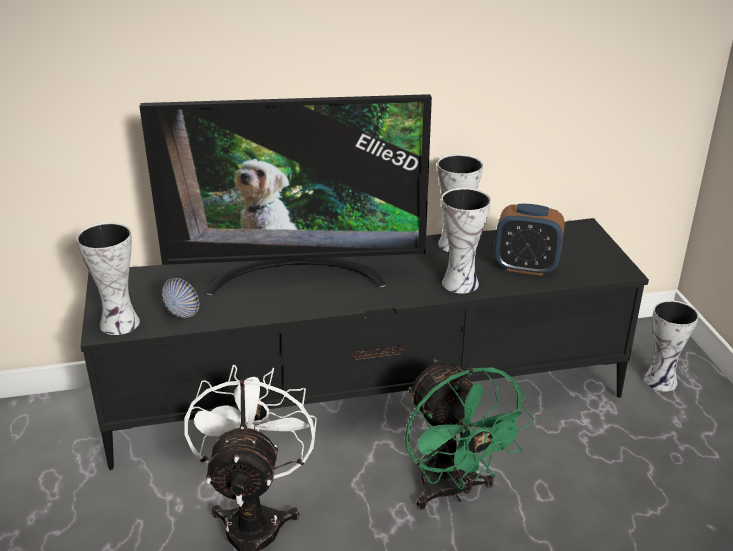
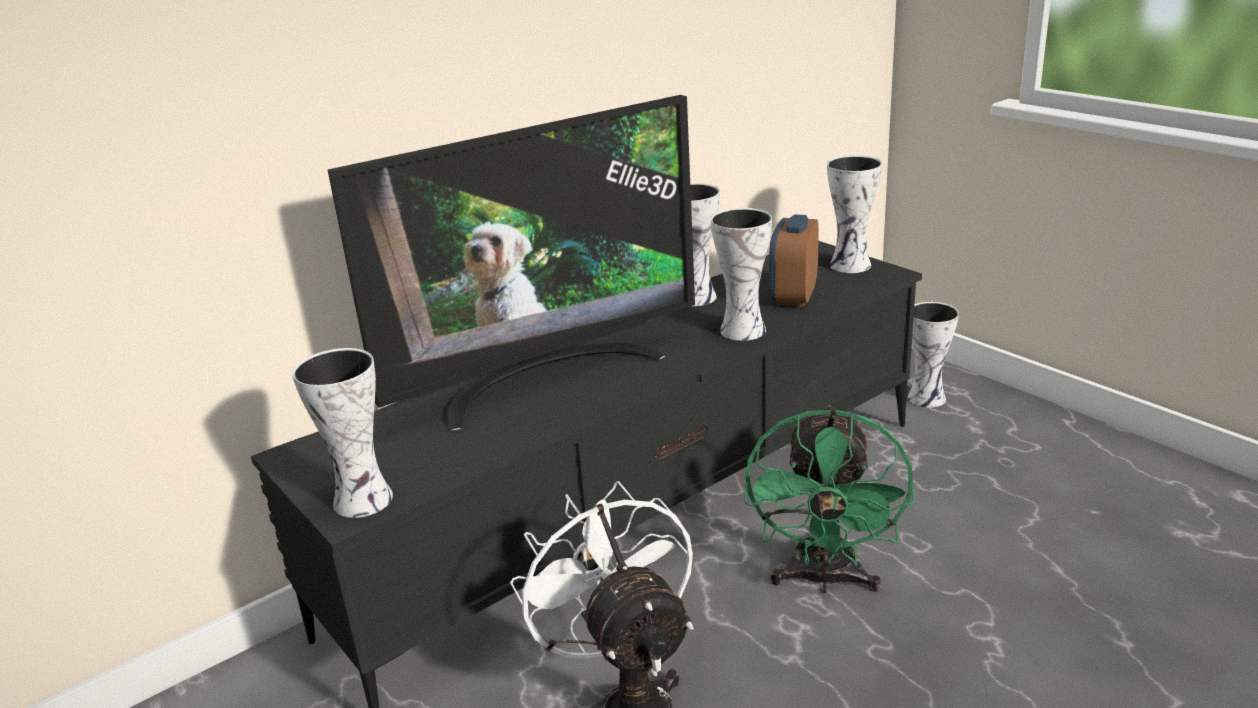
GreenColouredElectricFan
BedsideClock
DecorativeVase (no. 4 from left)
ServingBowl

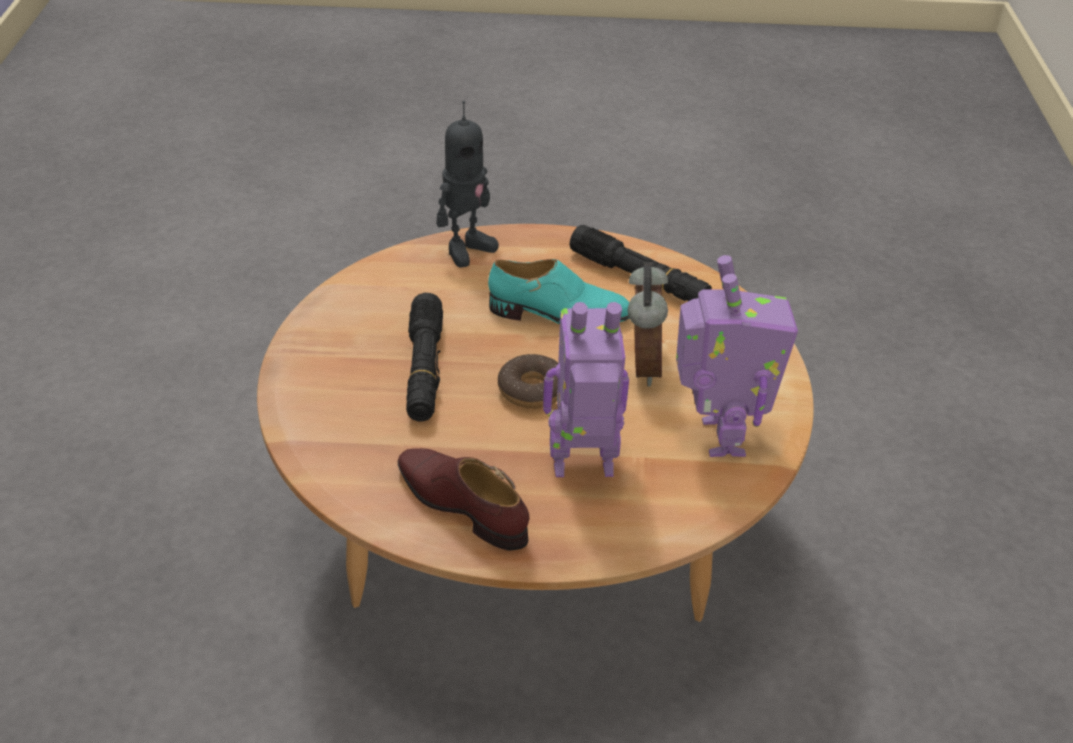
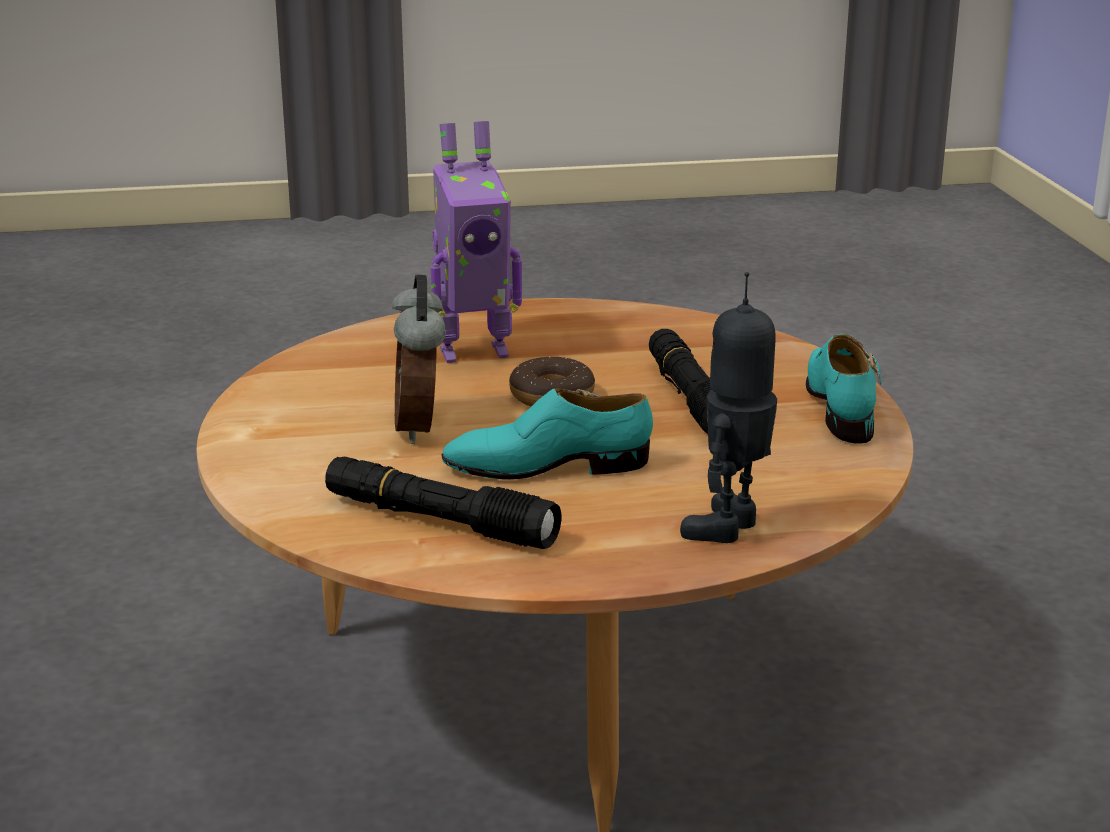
TurquoiseLowShoe (no. 2 from left)
BrownishLowShoe
RobotFigure (no. 3 from left in the first image)

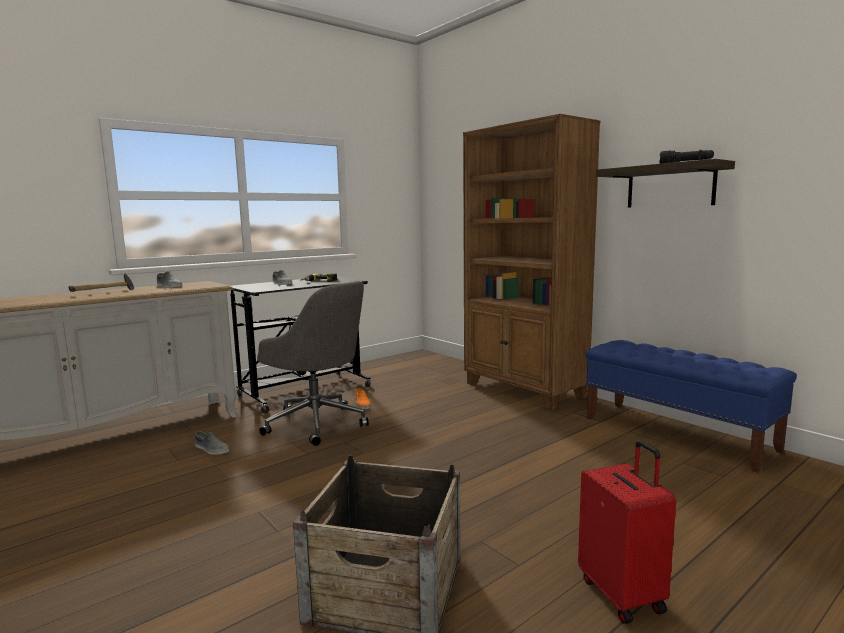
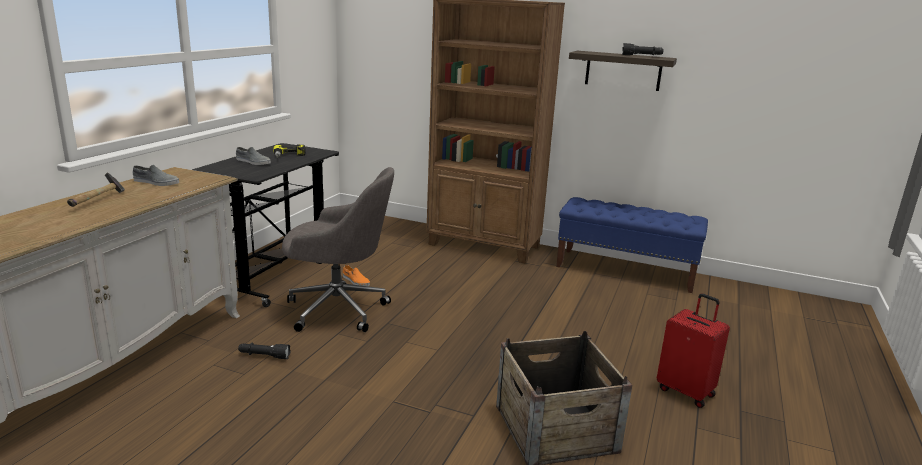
BlackColouredFlashlight (no. 1 from left)

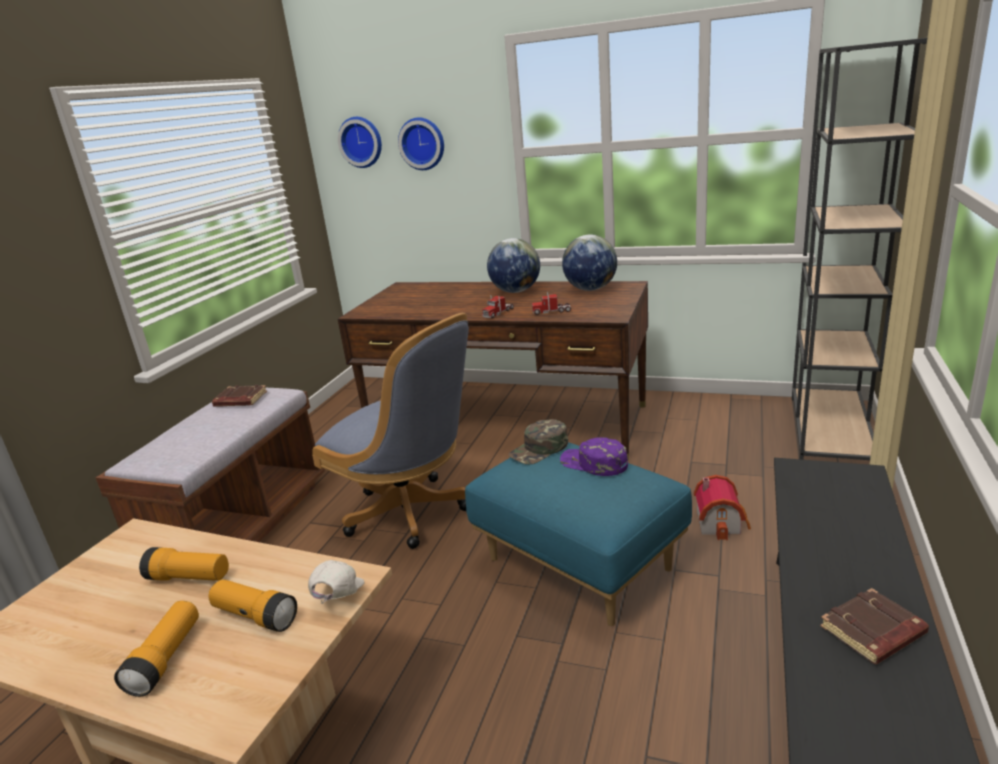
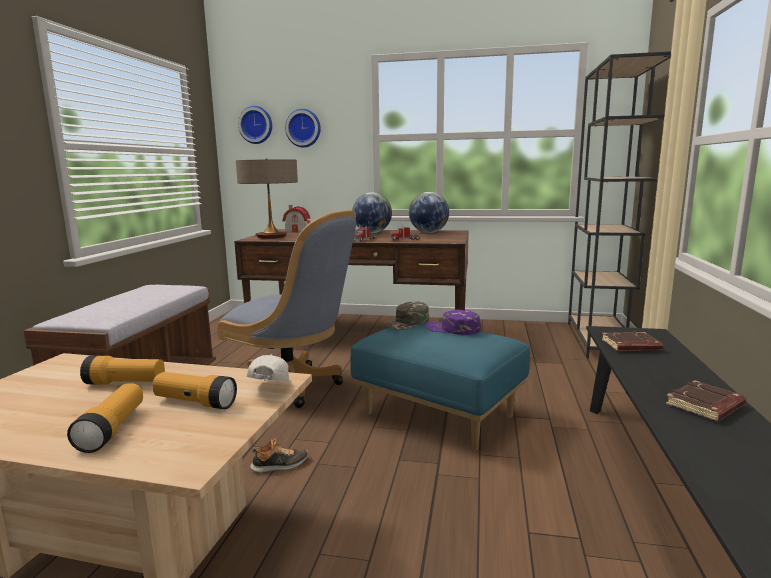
TableLamp
LowShoe
ToyHouse
BrownishVolume (no. 1 from left)

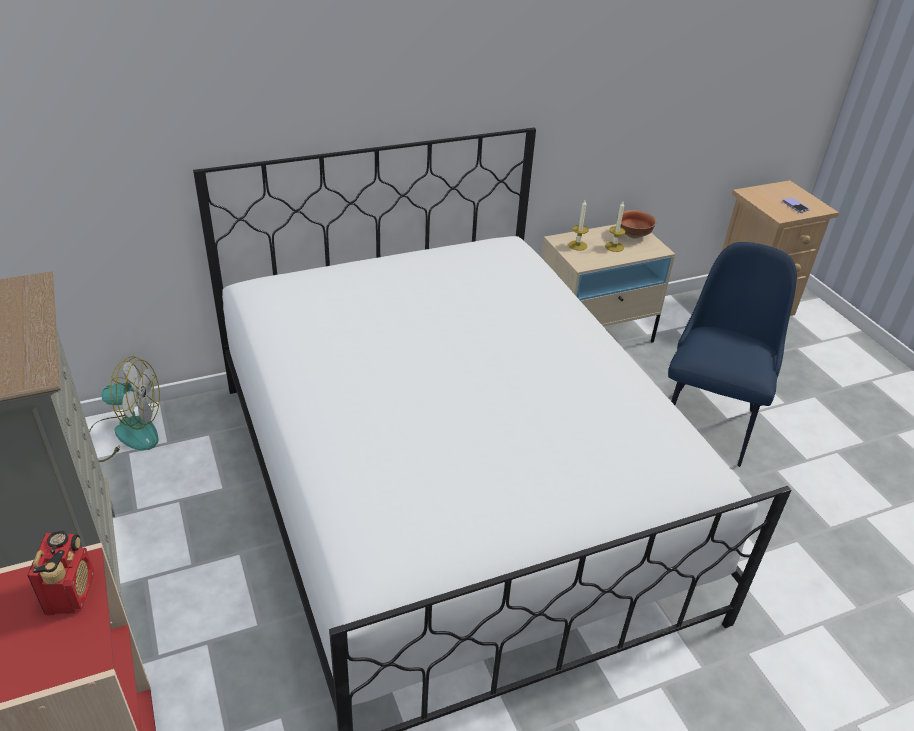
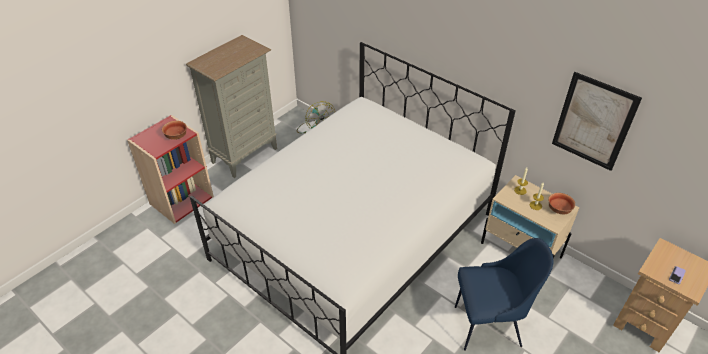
ServingBowl (no. 1 from left)
Picture

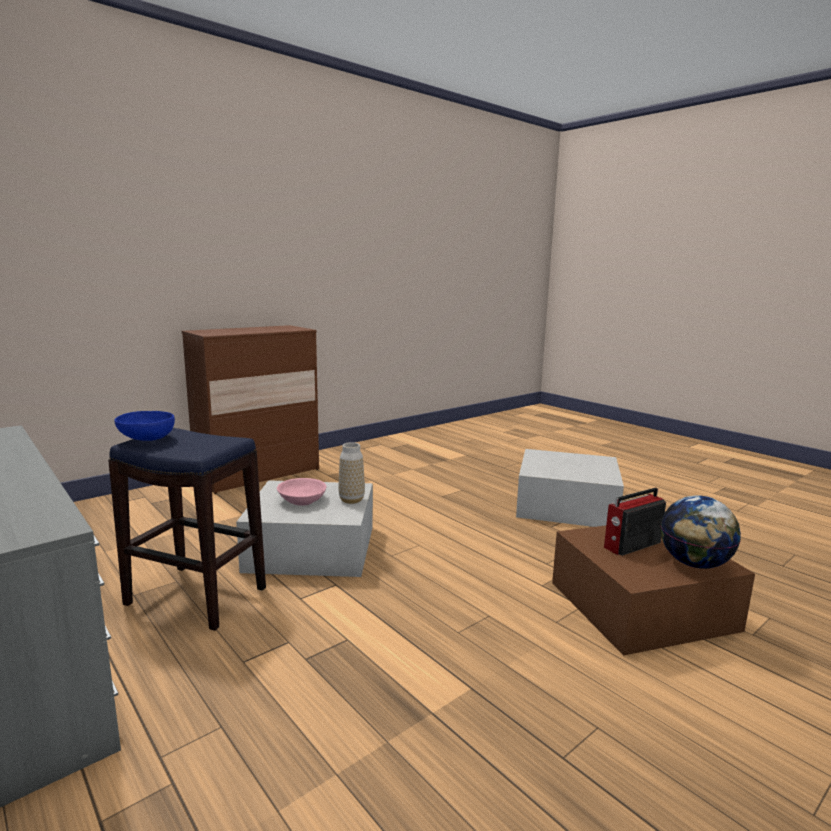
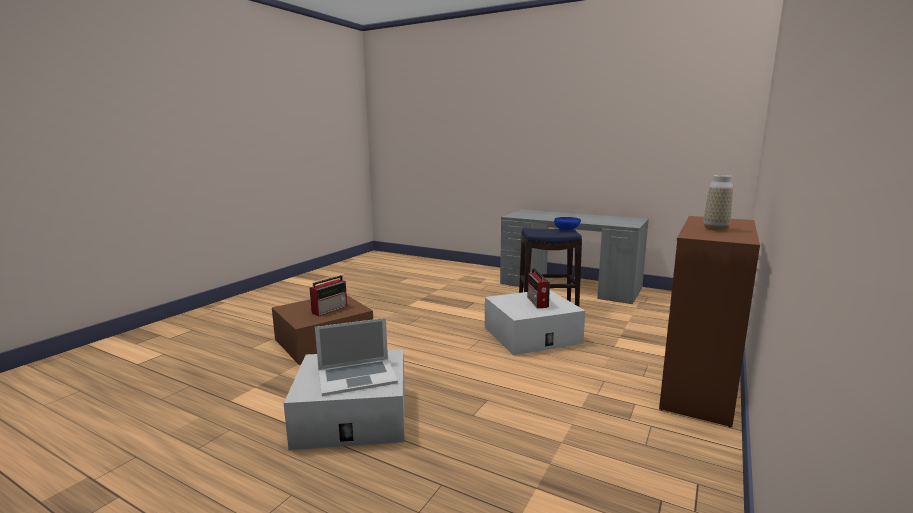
PortableComputer
RadioSet (no. 2 from left)
DecorativeVase
Globe

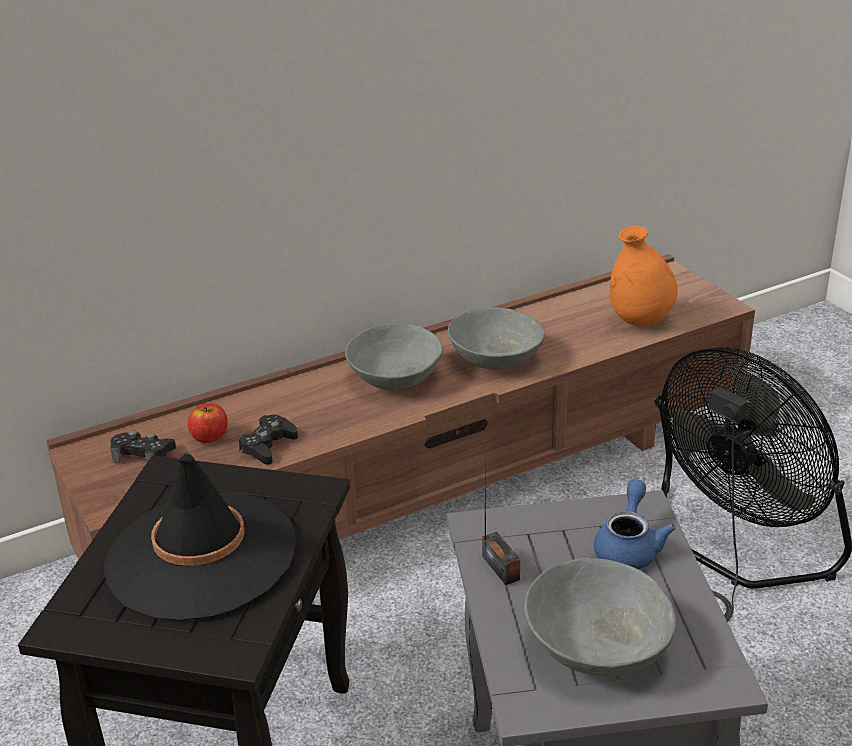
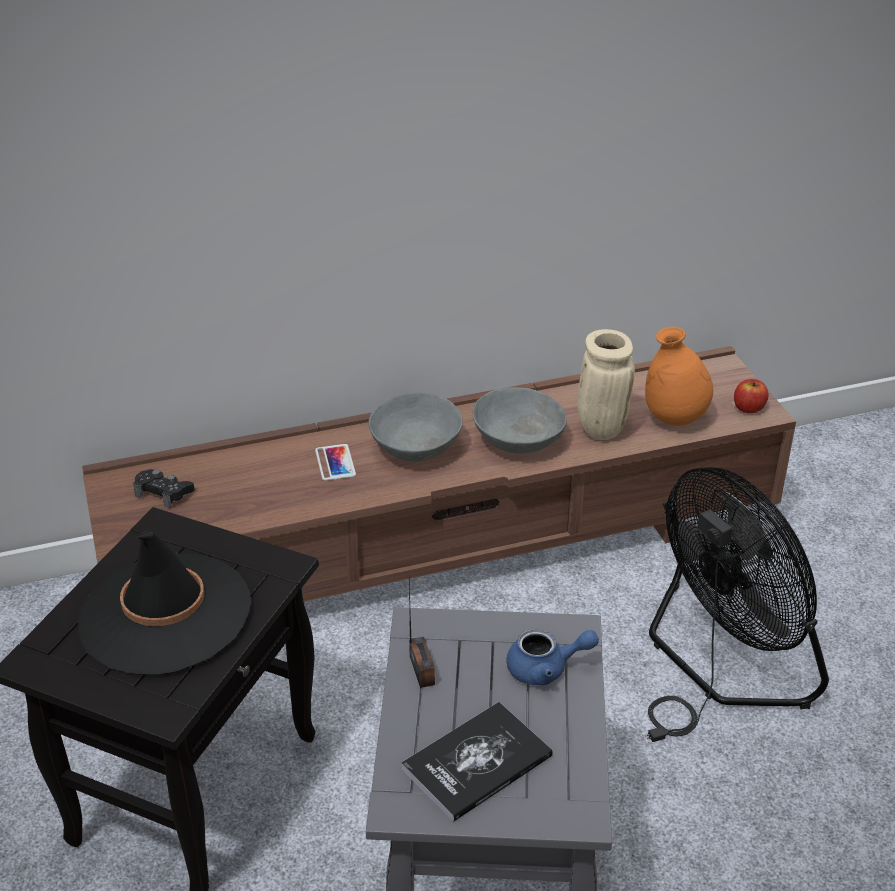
Phone
Volume
BluishTeapot
BeigeDecorativeVase
Apple
BlackColouredGamepad (no. 2 from left in the first image)

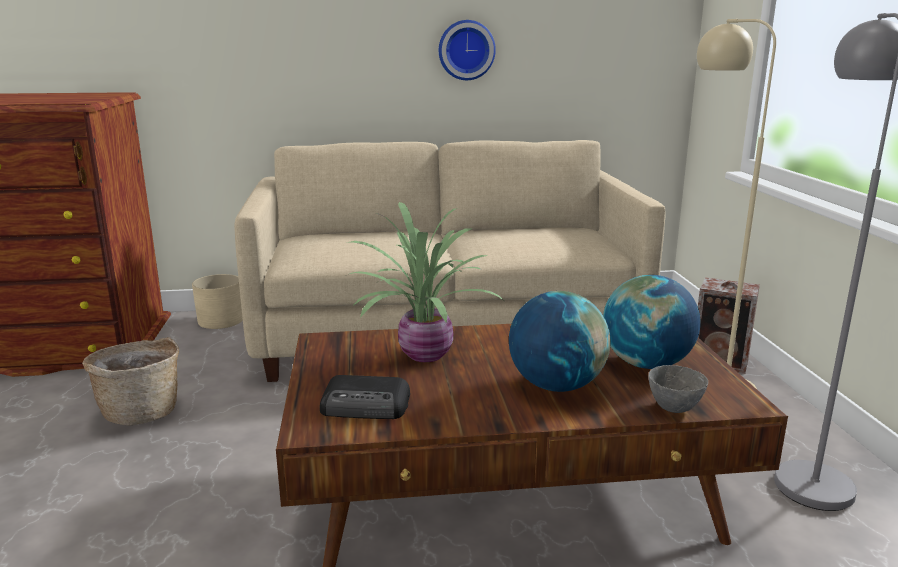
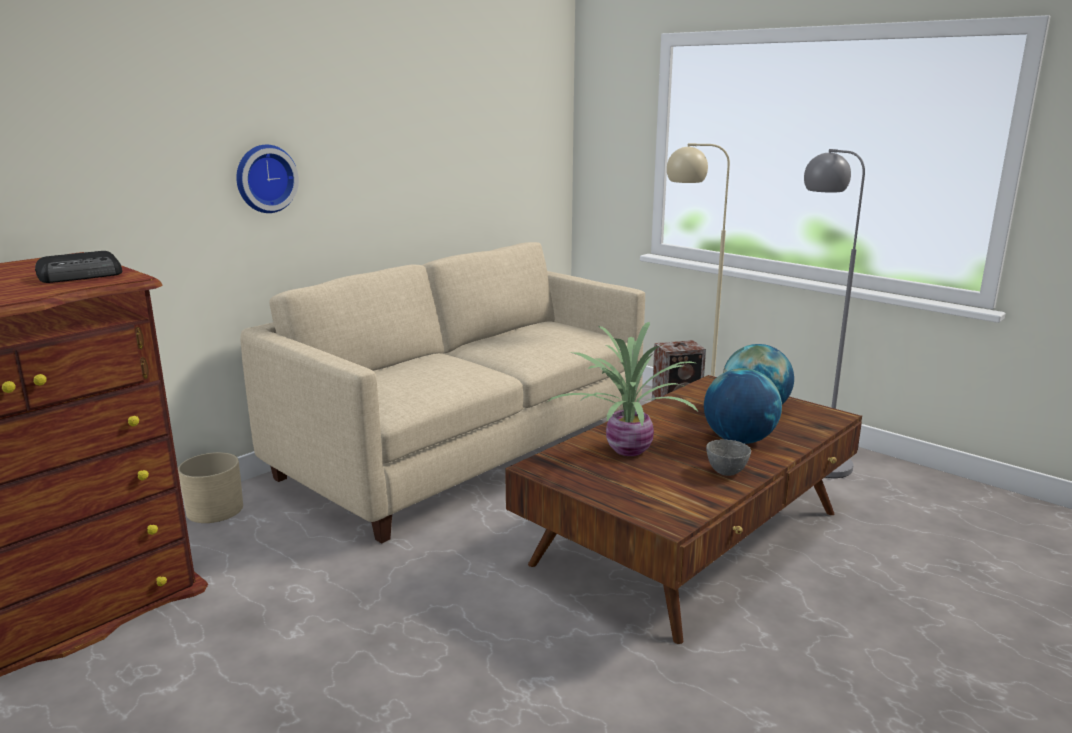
RadioSet
HangingClock
GreyishServingBowl
StorageBasket

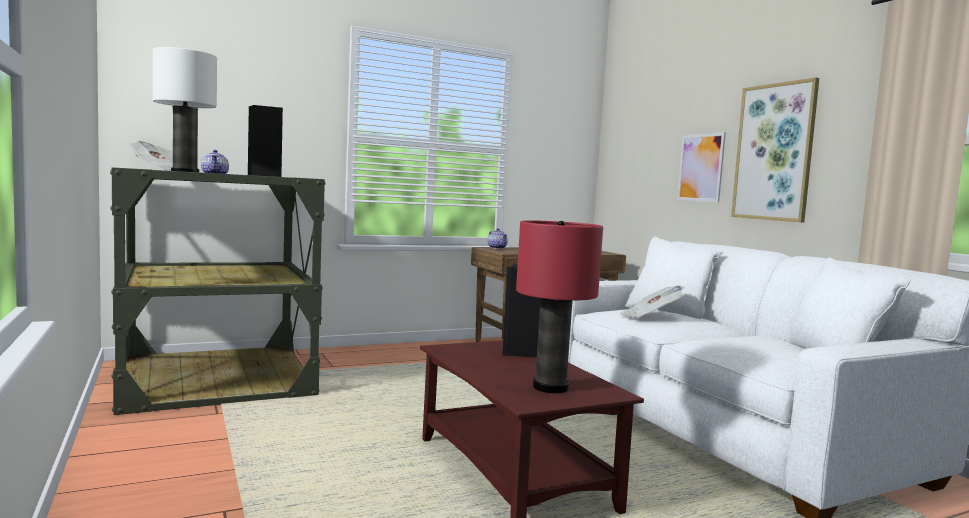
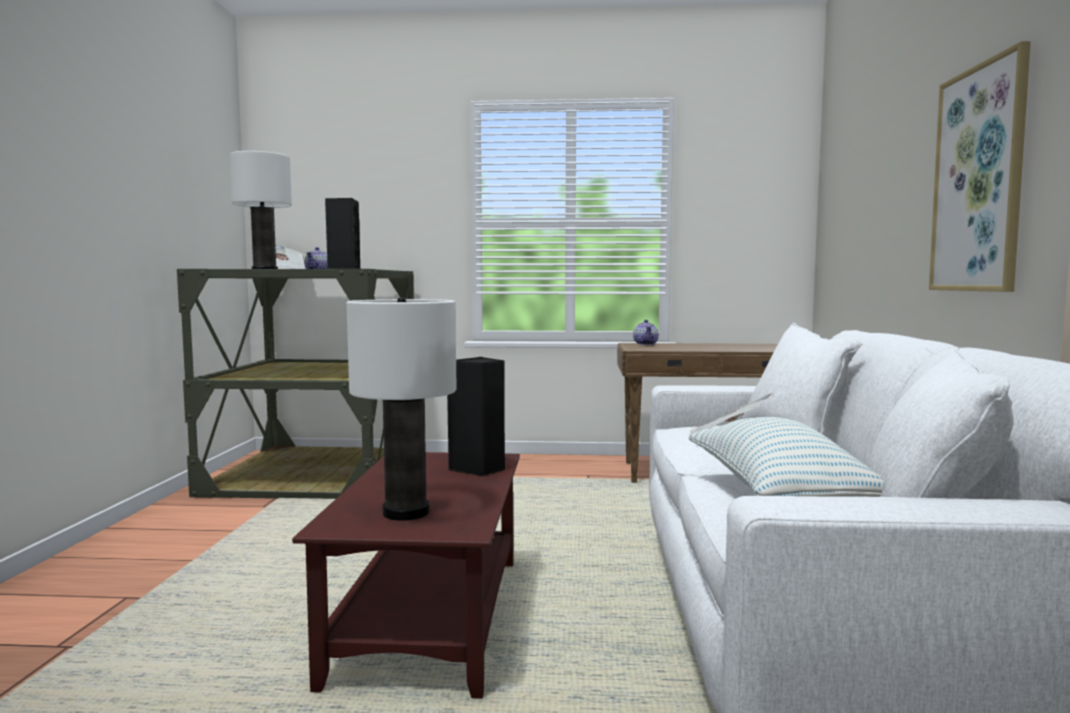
WhitishTableLamp (no. 2 from left)
ThrowPillow
Picture (no. 1 from left in the first image)

